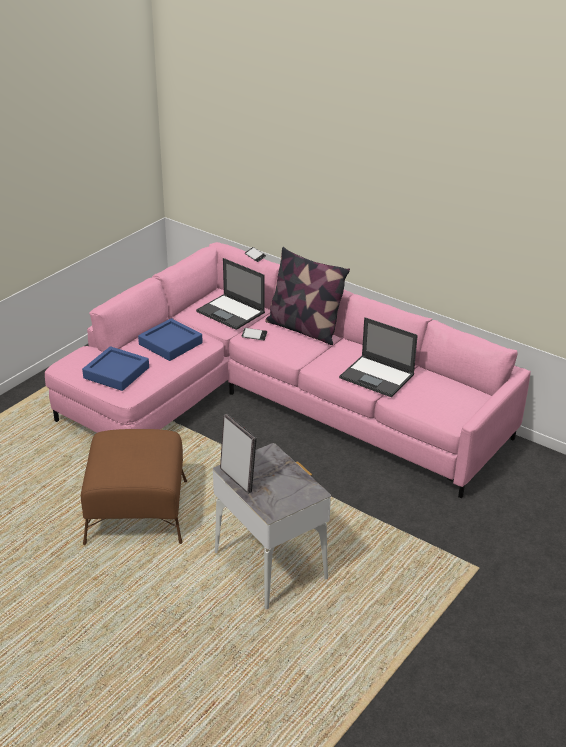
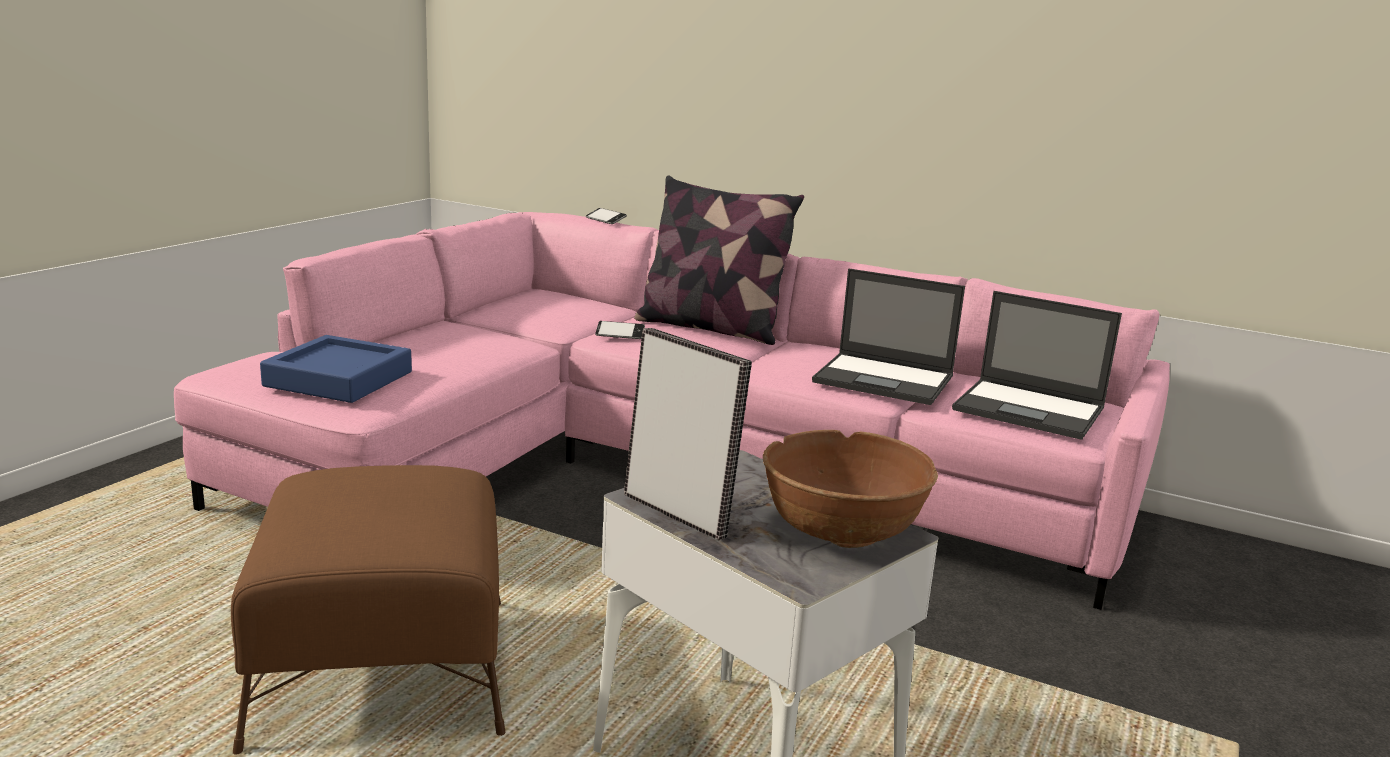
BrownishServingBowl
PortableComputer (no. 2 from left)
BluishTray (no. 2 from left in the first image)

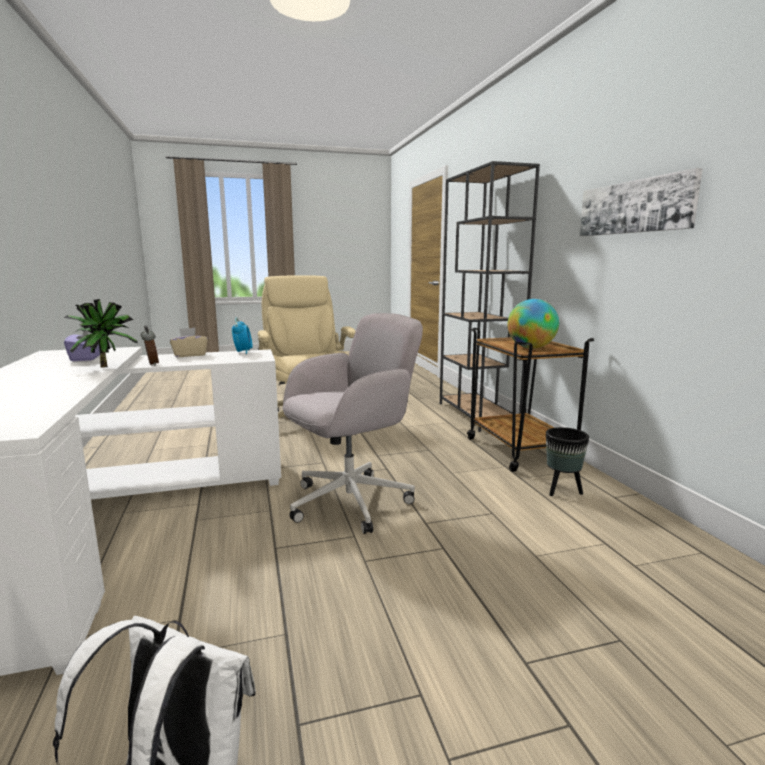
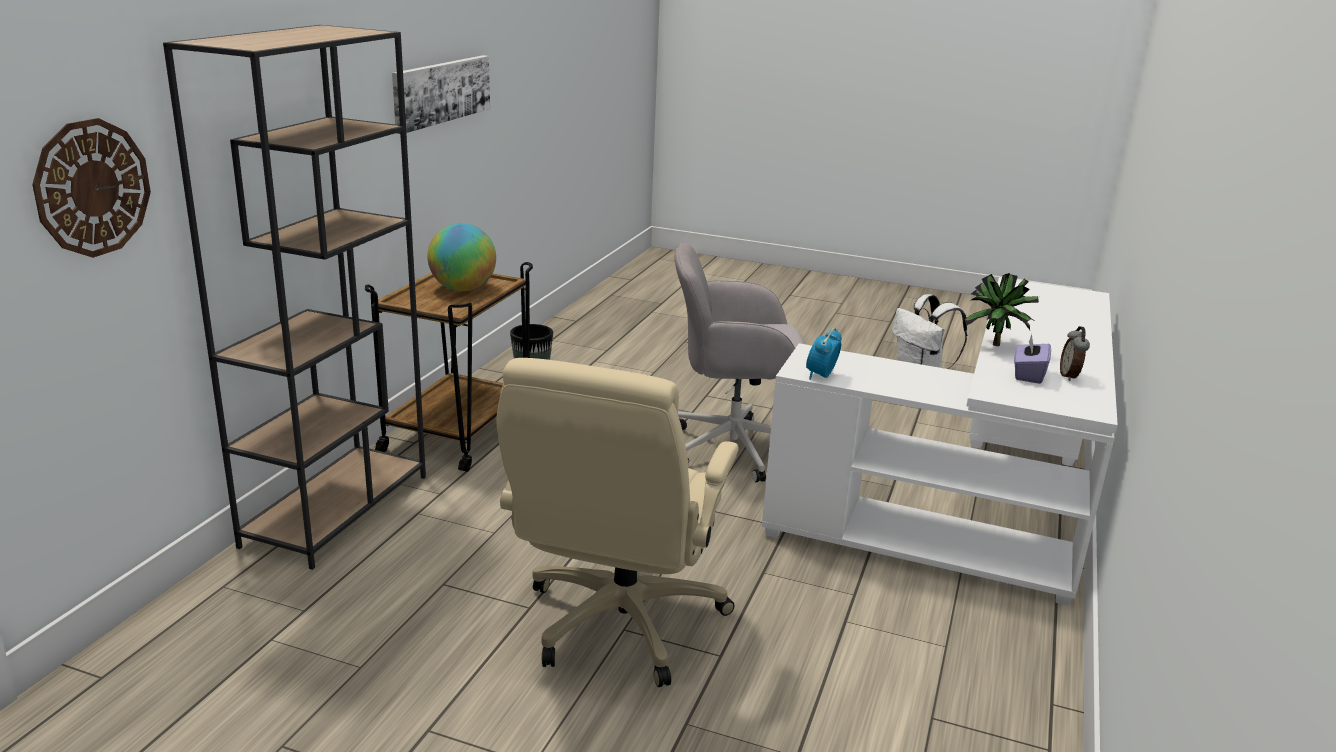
HangingClock
BedsideClock (no. 2 from left)
BeigeBoxOfTissues

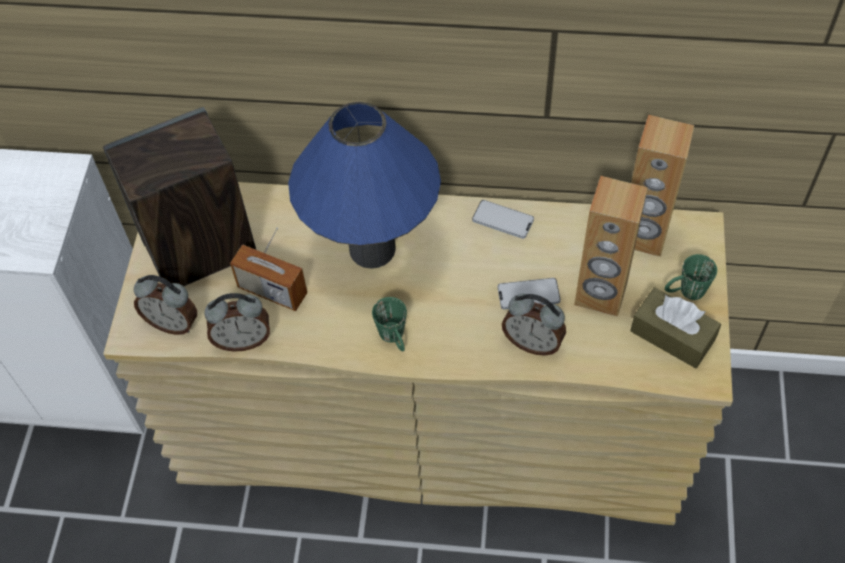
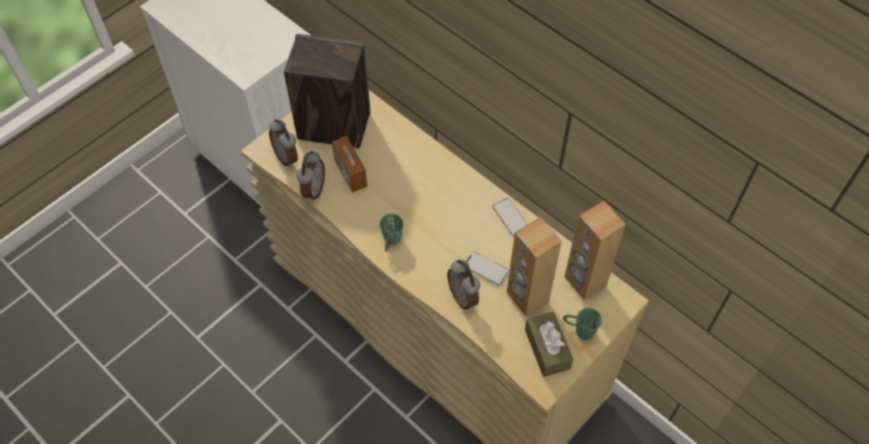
BedsideClock (no. 2 from left)
BluishTableLamp

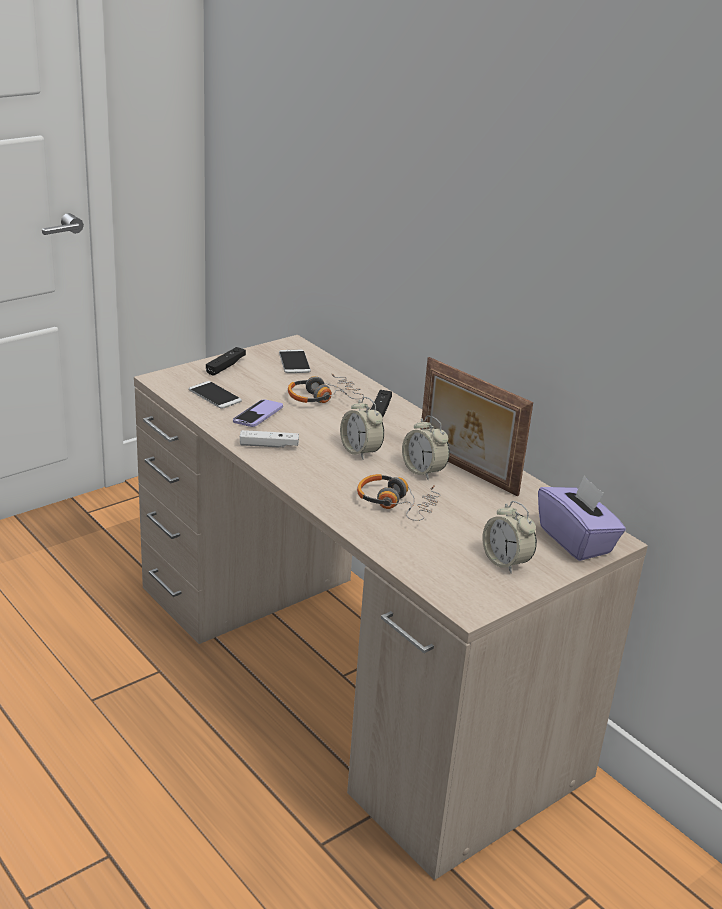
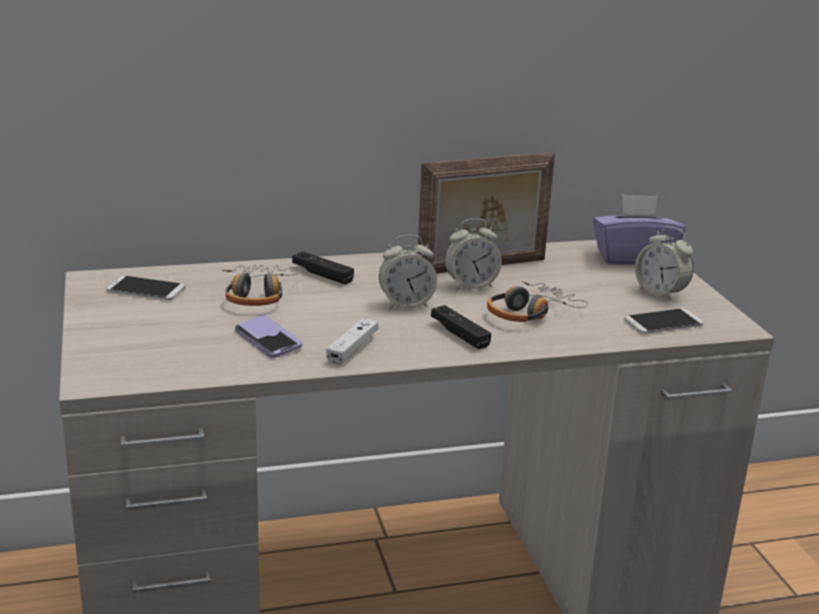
BlackColouredGamepad (no. 2 from left)
Phone (no. 3 from left)
BedsideClock (no. 3 from left)

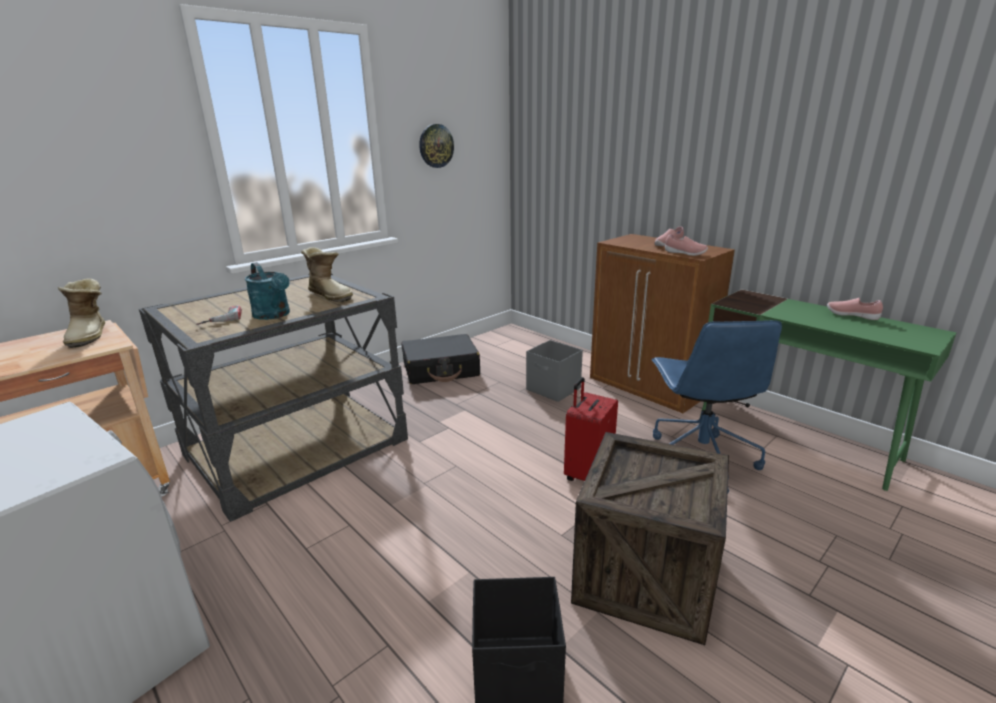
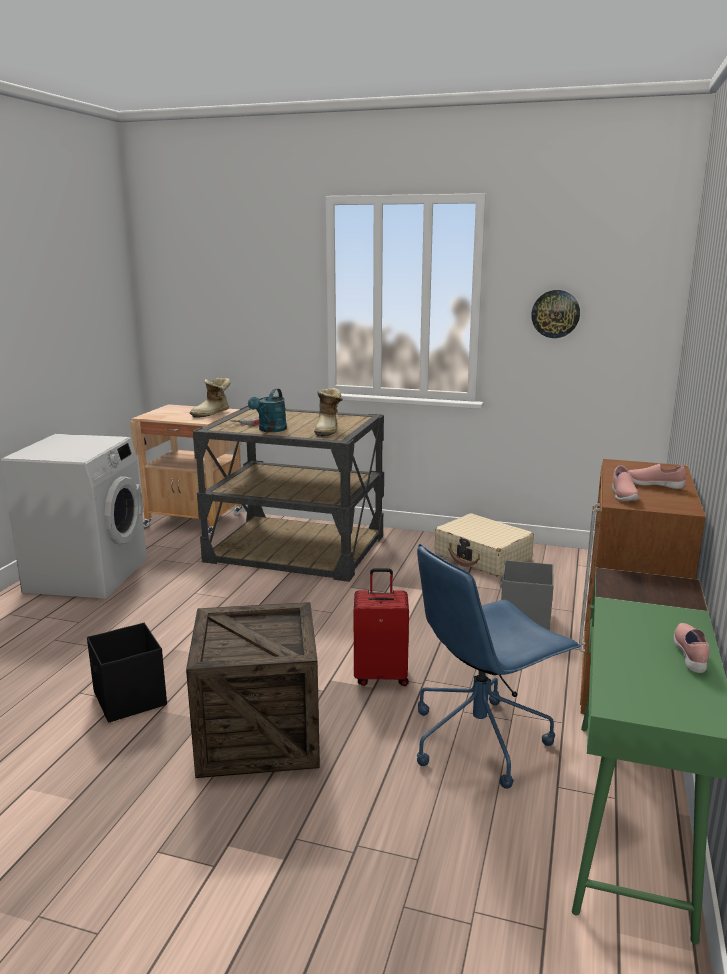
BeigeTravelCase

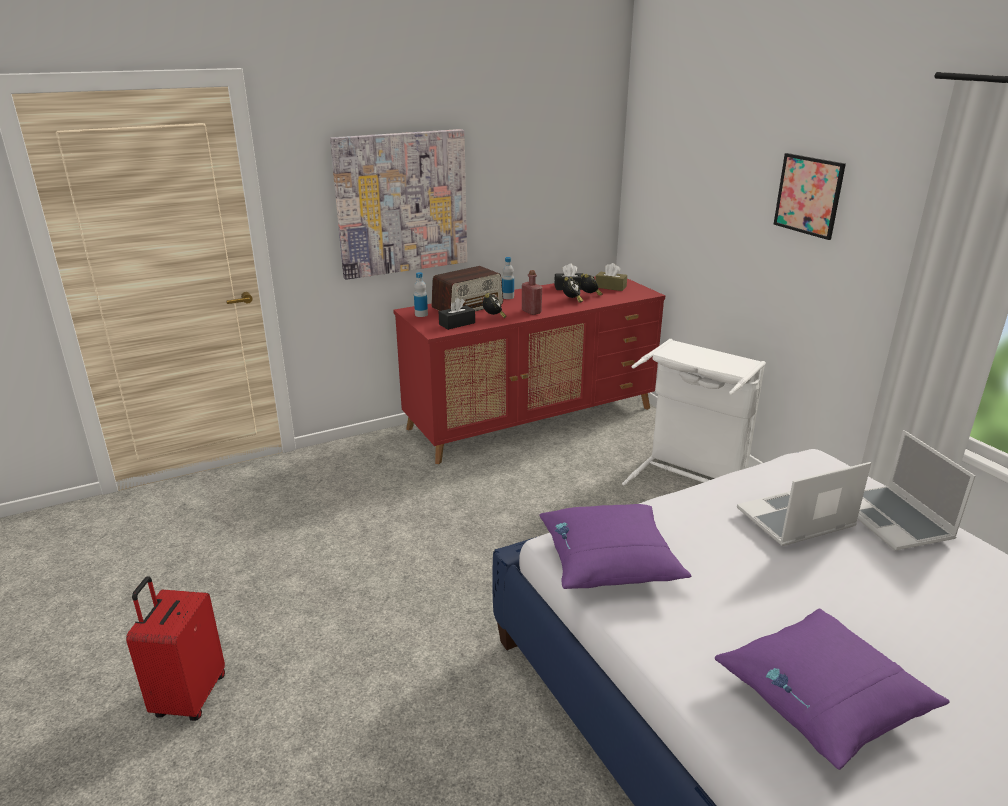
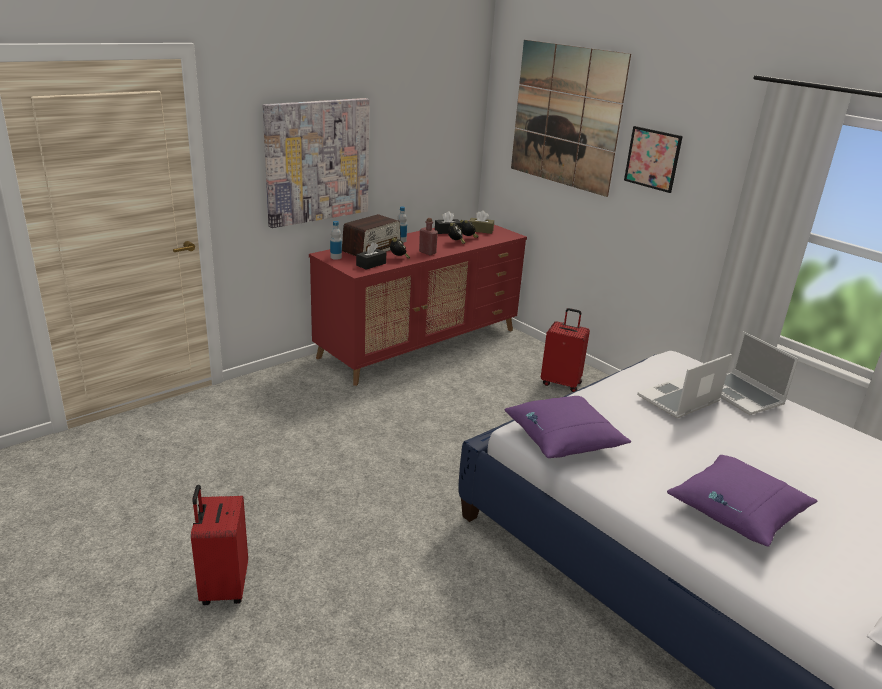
Picture (no. 2 from left)
ReddishTravelCase (no. 2 from left)

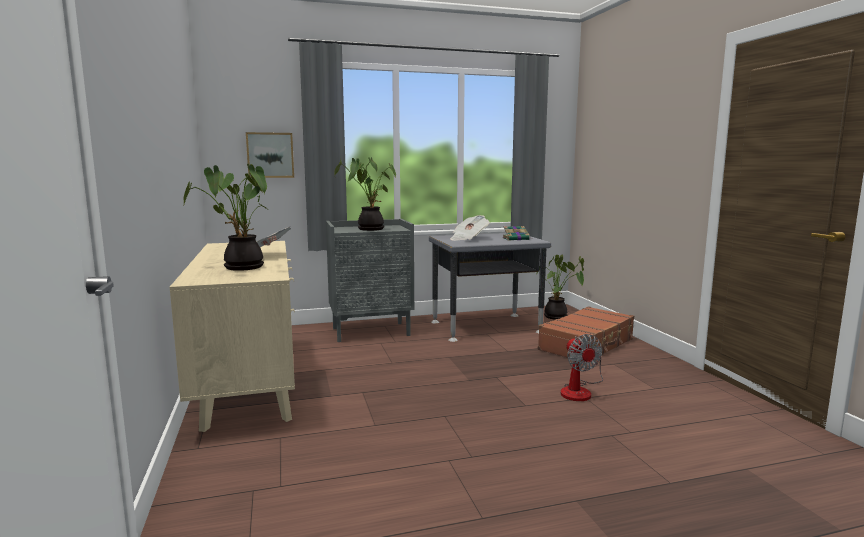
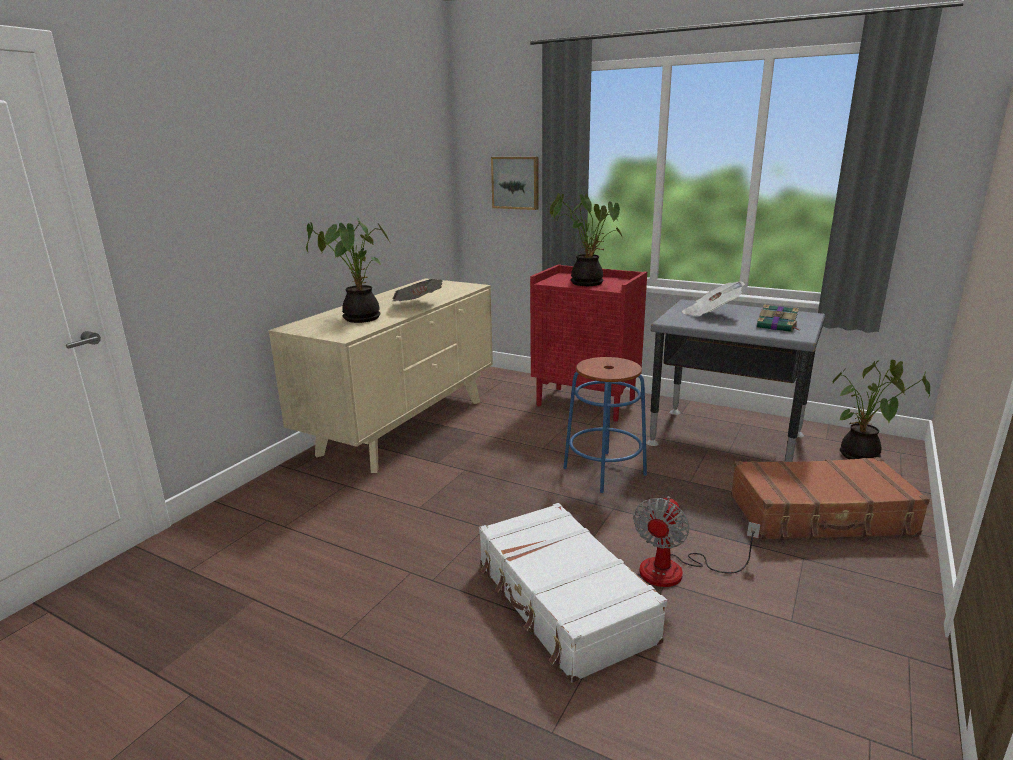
WhitishTravelCase
ReddishStorageCabinet
BluishStool

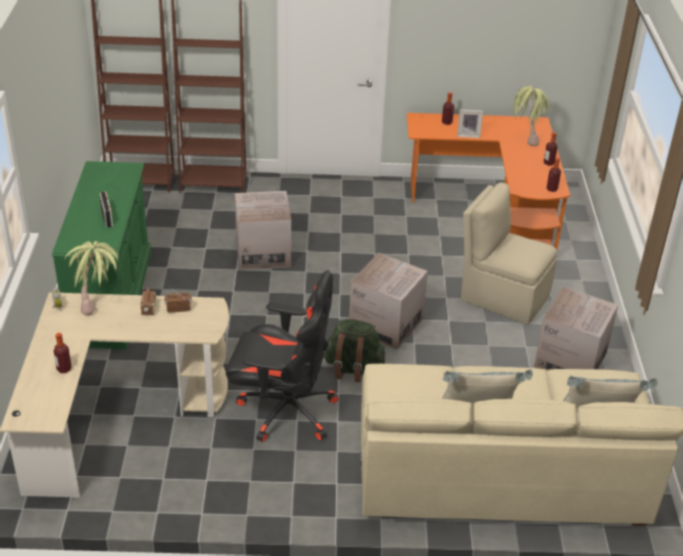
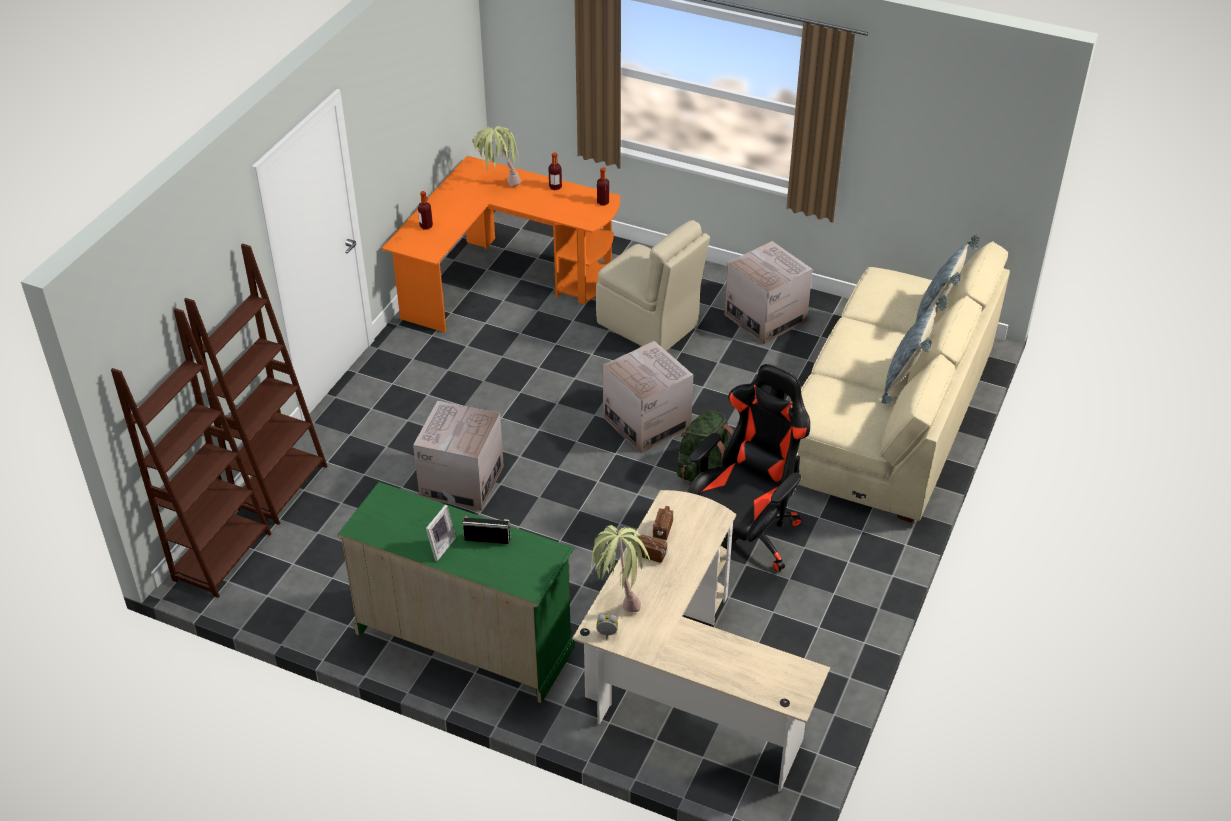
StandingFrame
BeigeUprightChair
DrinkBottle (no. 1 from left in the first image)

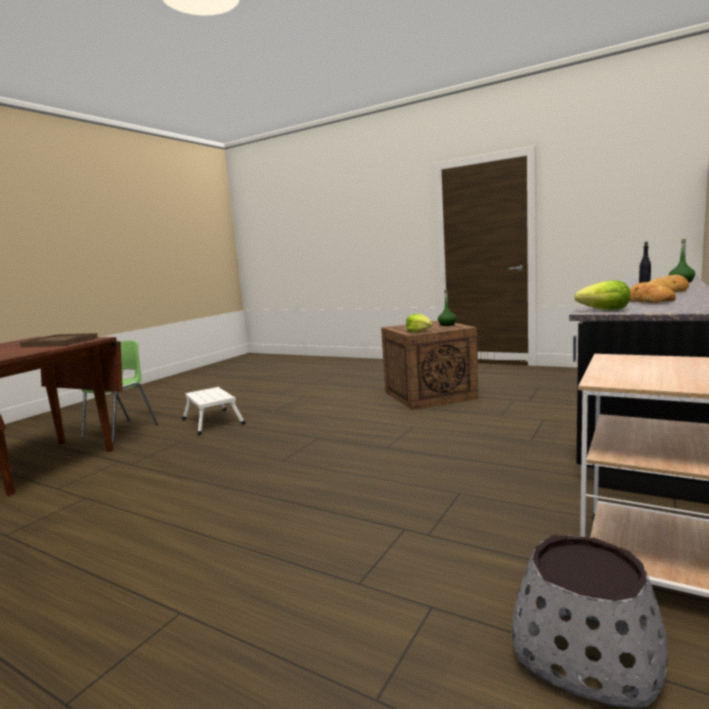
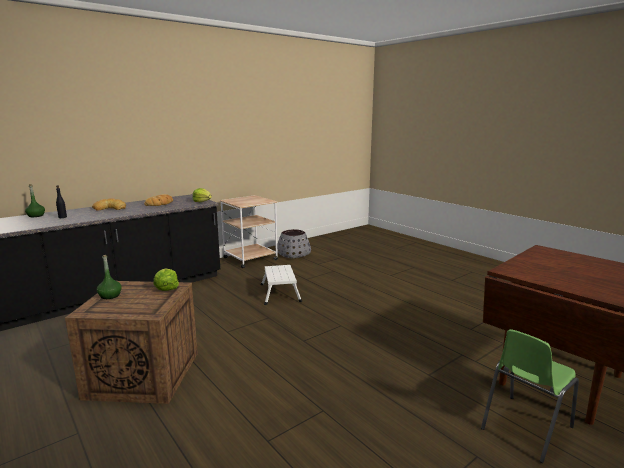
WhitishStepLadder
BrownishTray

